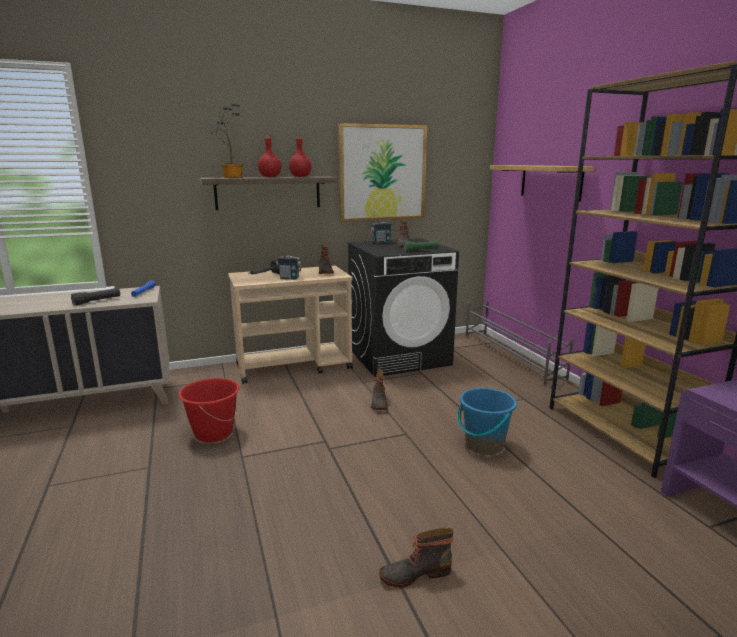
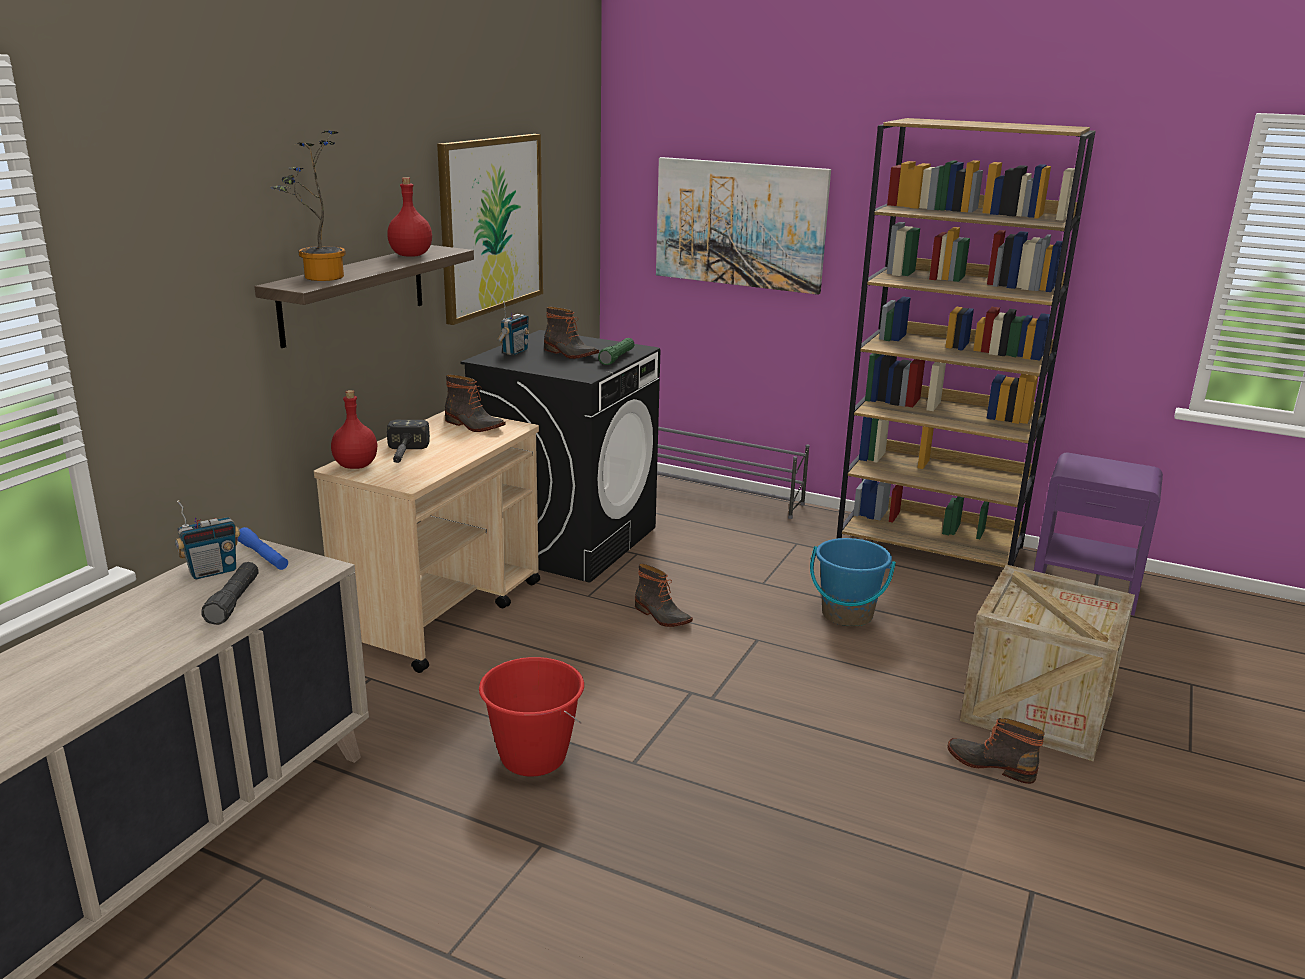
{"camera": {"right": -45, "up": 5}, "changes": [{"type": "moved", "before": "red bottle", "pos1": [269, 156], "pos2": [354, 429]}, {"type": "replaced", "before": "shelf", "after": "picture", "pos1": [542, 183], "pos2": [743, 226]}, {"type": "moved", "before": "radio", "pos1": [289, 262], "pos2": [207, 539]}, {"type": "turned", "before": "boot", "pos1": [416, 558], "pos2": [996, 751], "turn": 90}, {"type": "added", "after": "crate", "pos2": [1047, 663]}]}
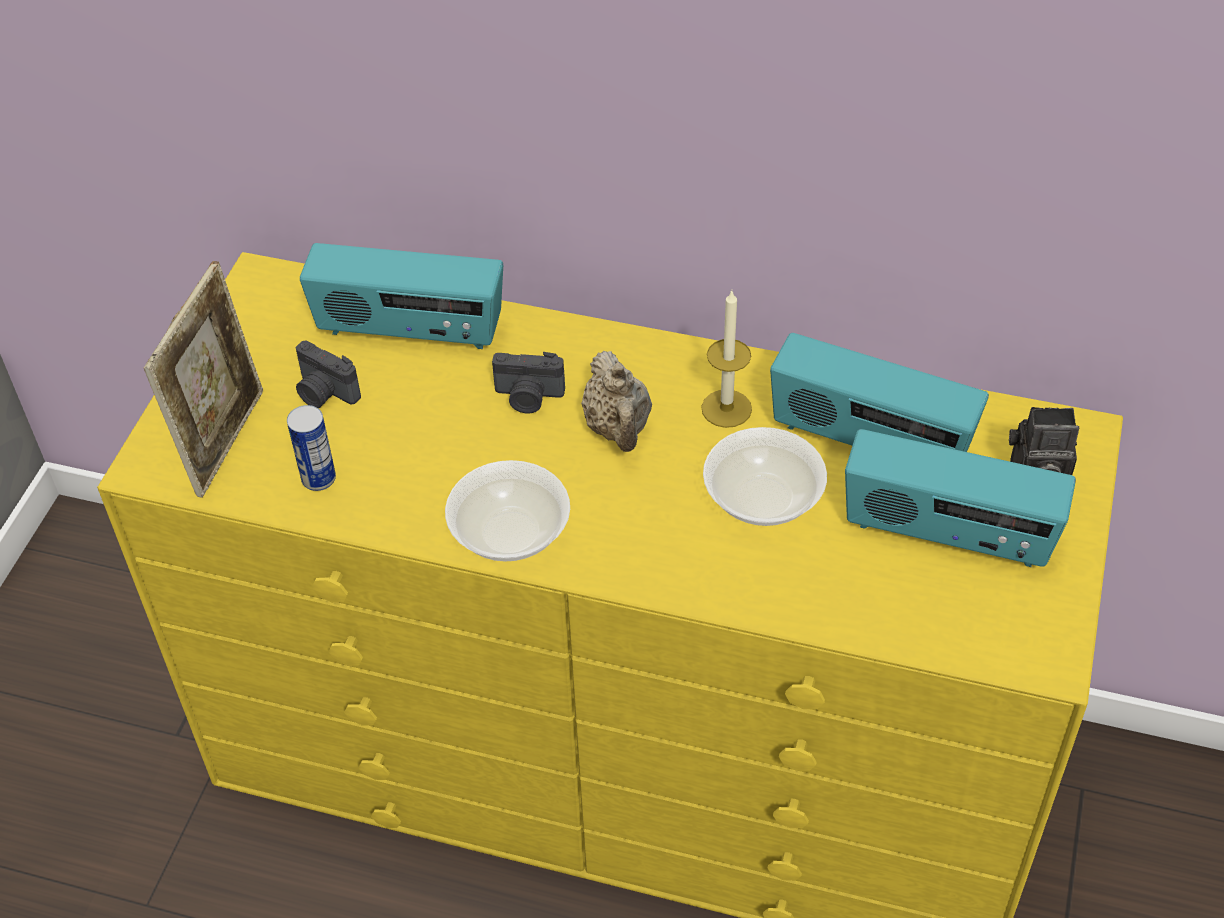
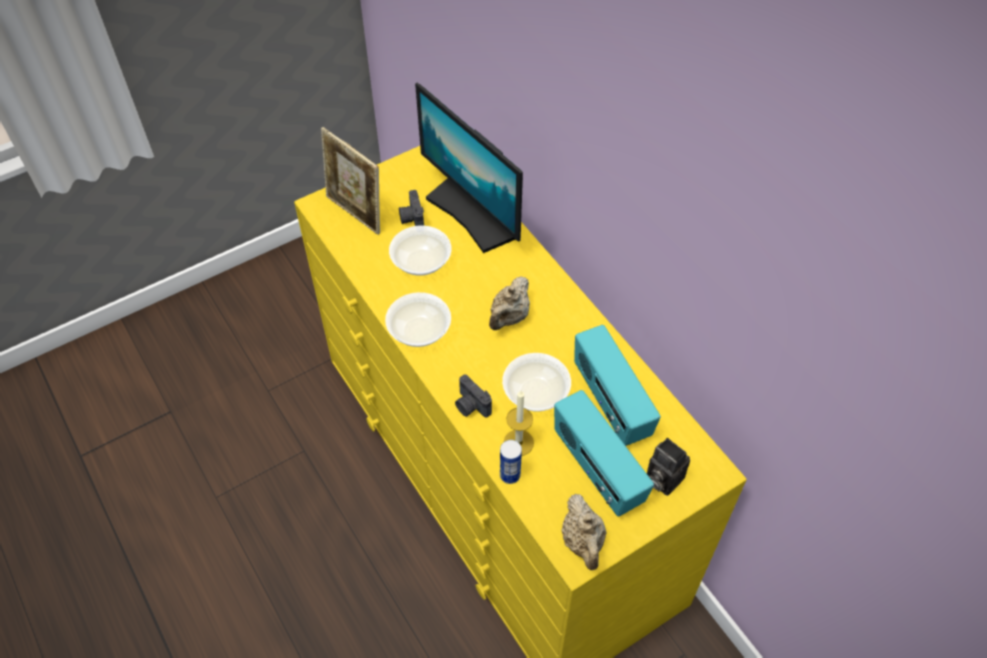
{"camera": {"right": 40, "up": 5}, "changes": [{"type": "replaced", "before": "radio", "after": "monitor", "pos1": [401, 296], "pos2": [469, 168]}, {"type": "turned", "before": "picture frame", "pos1": [203, 379], "pos2": [350, 181], "turn": 75}, {"type": "moved", "before": "candle", "pos1": [726, 359], "pos2": [519, 423]}, {"type": "moved", "before": "photo camera", "pos1": [528, 382], "pos2": [473, 396]}, {"type": "moved", "before": "can", "pos1": [311, 448], "pos2": [511, 462]}, {"type": "added", "after": "bowl", "pos2": [420, 250]}, {"type": "added", "after": "beige teapot", "pos2": [584, 532]}]}
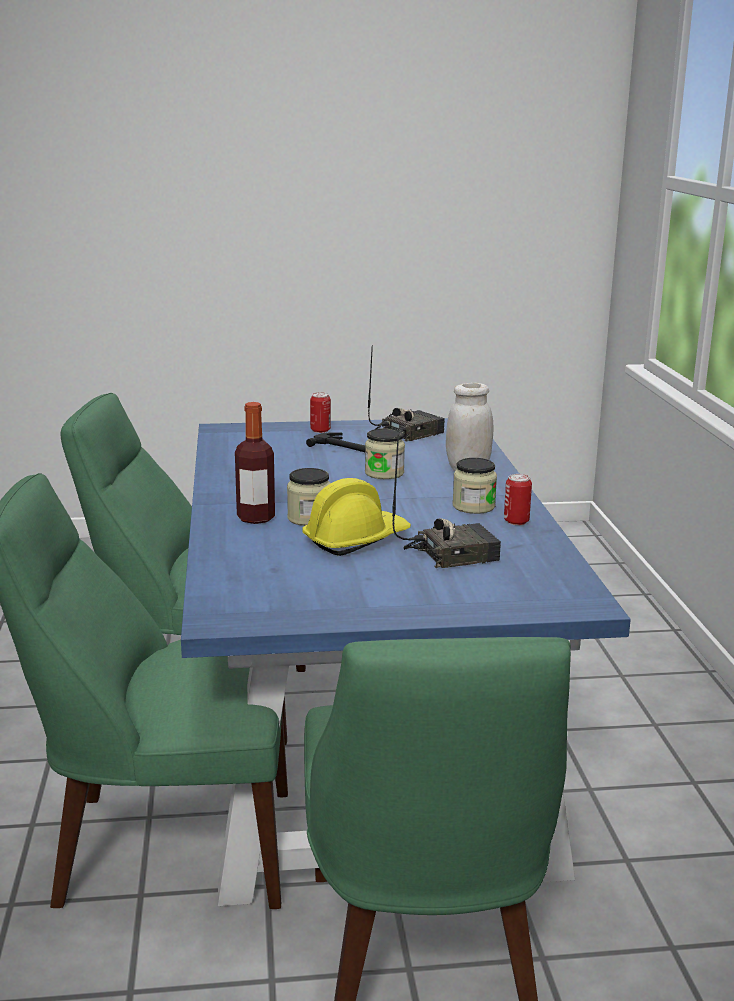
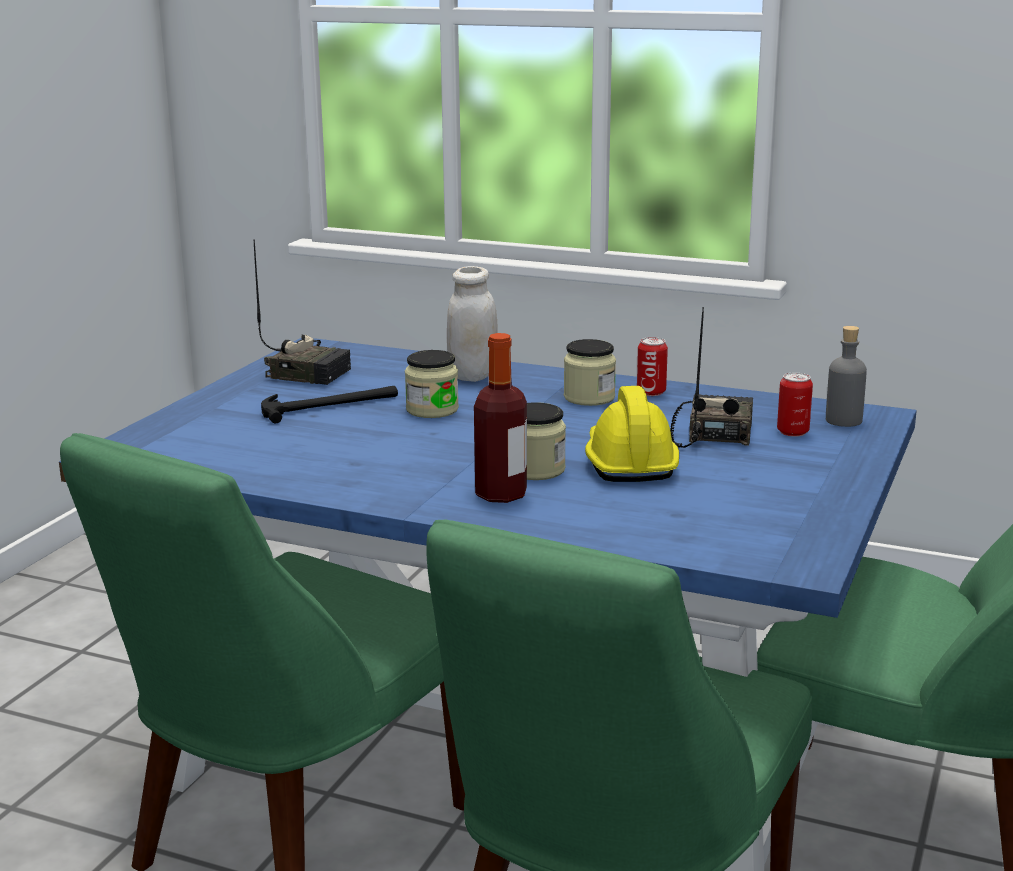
{"camera": {"right": -60, "up": 0}, "changes": [{"type": "turned", "before": "radio", "pos1": [406, 393], "pos2": [302, 312], "turn": 120}, {"type": "moved", "before": "can", "pos1": [320, 412], "pos2": [795, 405]}, {"type": "added", "after": "grey bottle", "pos2": [846, 376]}]}
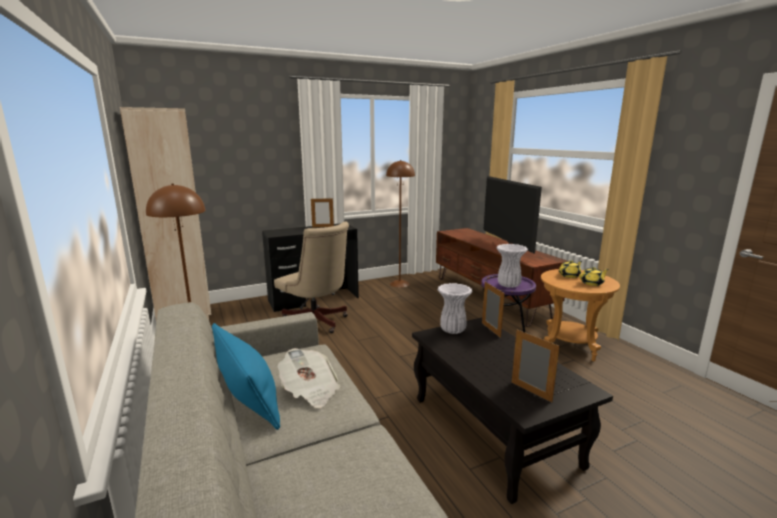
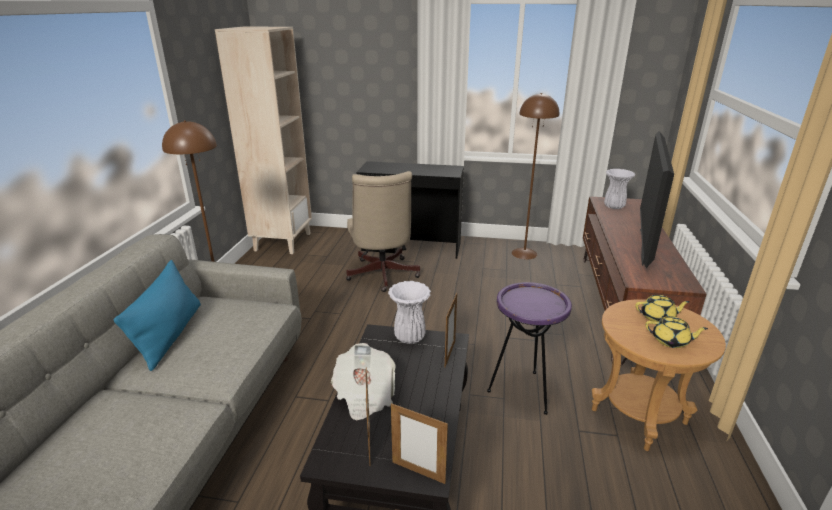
{"camera": {"right": 35, "up": 10}, "changes": [{"type": "moved", "before": "picture frame", "pos1": [322, 212], "pos2": [419, 443]}, {"type": "moved", "before": "white vase", "pos1": [512, 266], "pos2": [619, 189]}, {"type": "moved", "before": "newspaper", "pos1": [309, 378], "pos2": [363, 381]}]}
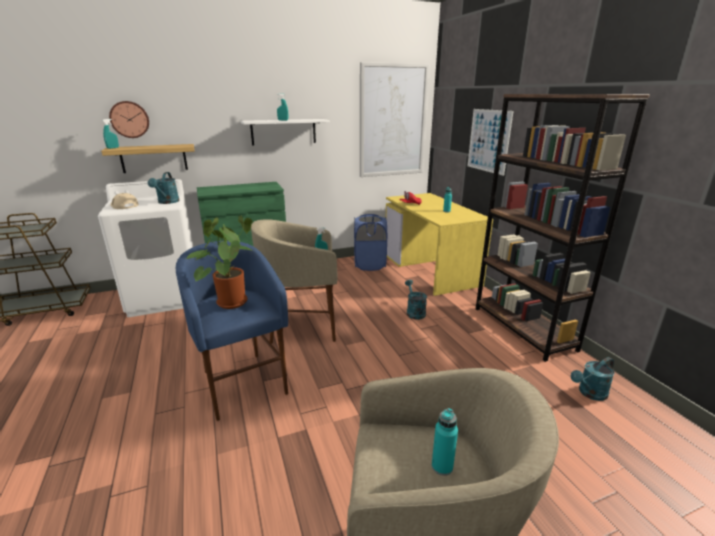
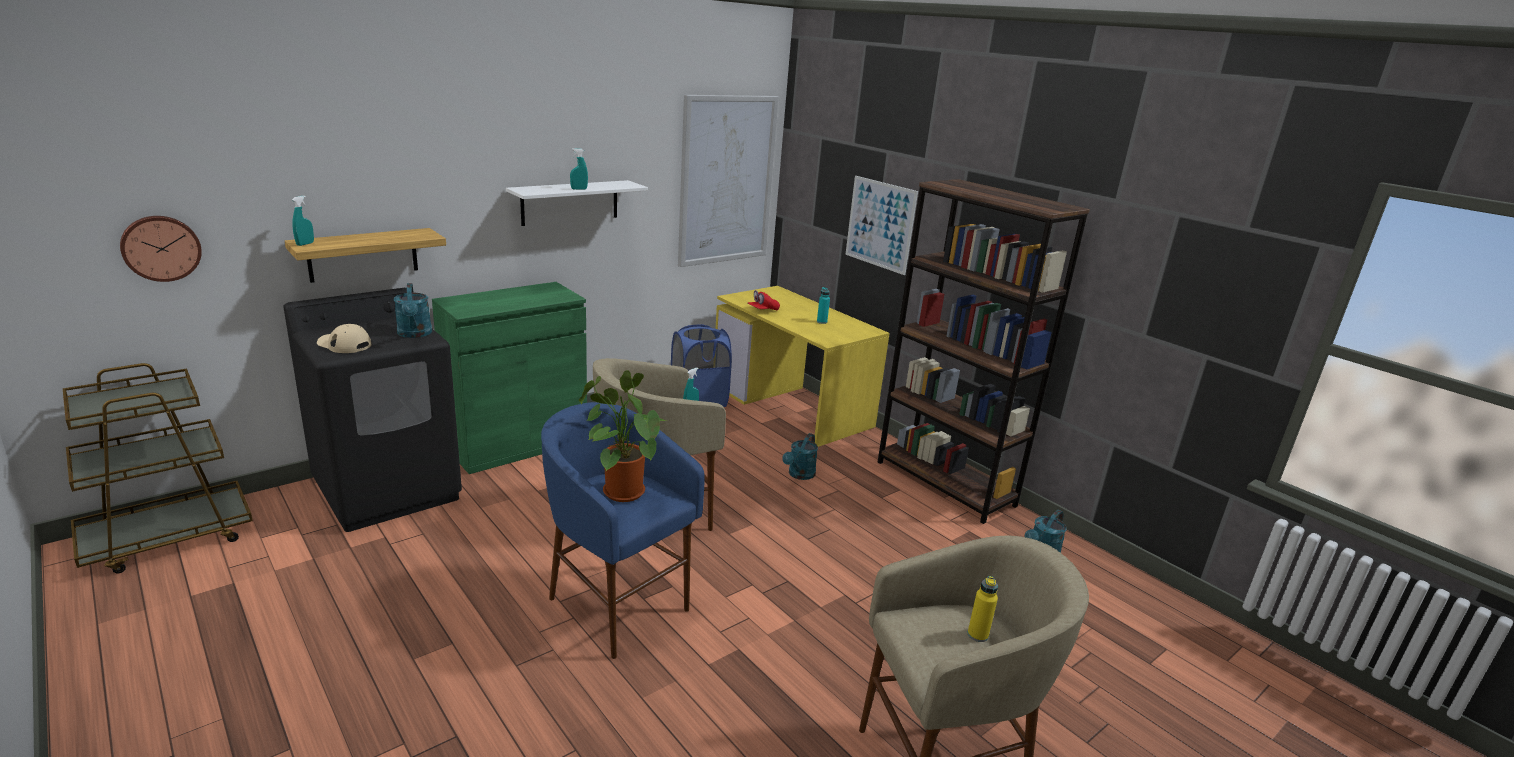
{"camera": {"right": -20, "up": 0}, "changes": [{"type": "moved", "before": "wall clock", "pos1": [129, 119], "pos2": [161, 249]}, {"type": "recoloured", "before": "white washing machine", "after": "black washing machine", "pos1": [145, 248], "pos2": [372, 410]}, {"type": "turned", "before": "turquoise watering can", "pos1": [416, 300], "pos2": [800, 456], "turn": -120}, {"type": "recoloured", "before": "turquoise bottle", "after": "yellow bottle", "pos1": [445, 442], "pos2": [983, 609]}]}
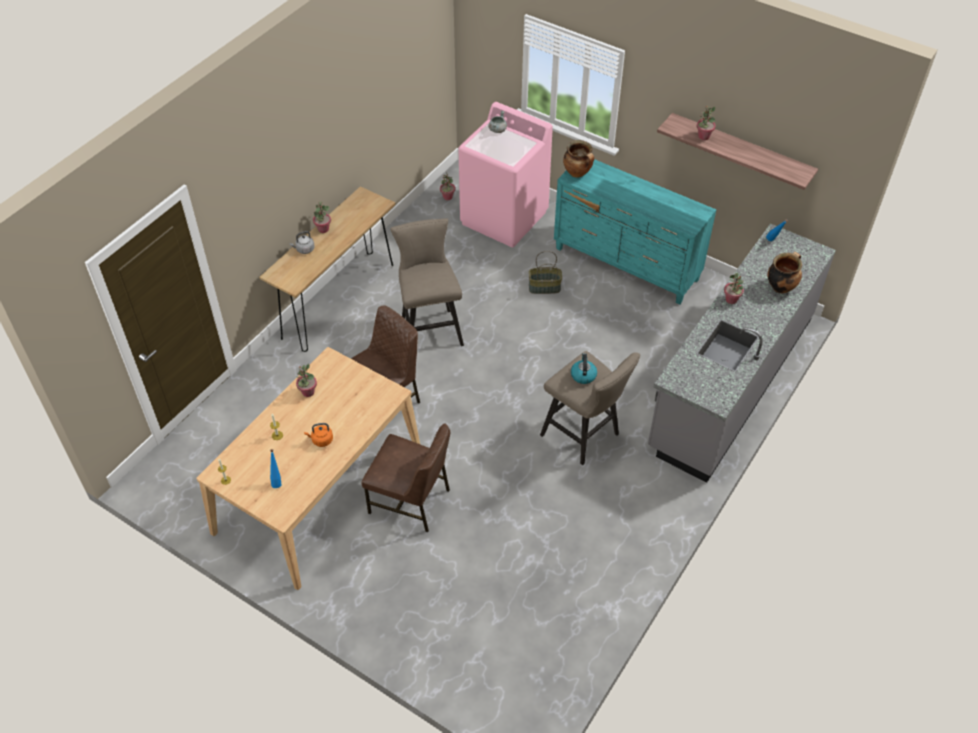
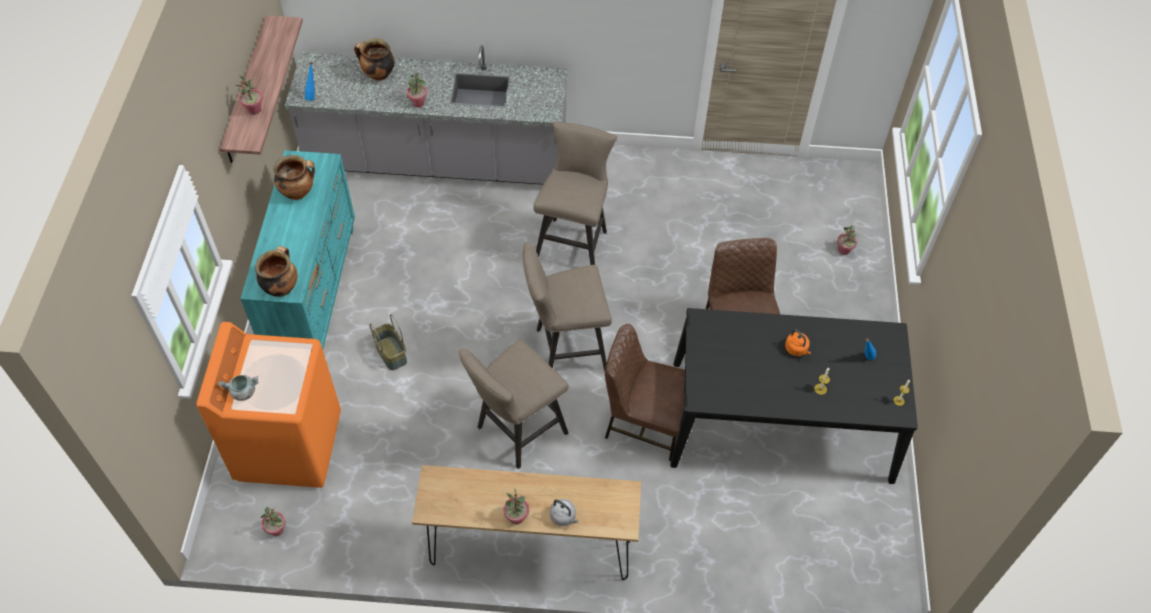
{"camera": {"right": -120, "up": 5}, "changes": [{"type": "recoloured", "before": "pink washing machine", "after": "orange washing machine", "pos1": [505, 174], "pos2": [269, 405]}, {"type": "recoloured", "before": "beige dining table", "after": "black dining table", "pos1": [308, 468], "pos2": [794, 396]}, {"type": "removed", "before": "kettle", "pos1": [584, 368]}, {"type": "moved", "before": "potted plant", "pos1": [306, 380], "pos2": [847, 240]}, {"type": "added", "after": "cooking pot", "pos2": [294, 177]}, {"type": "added", "after": "beige stool", "pos2": [567, 306]}]}
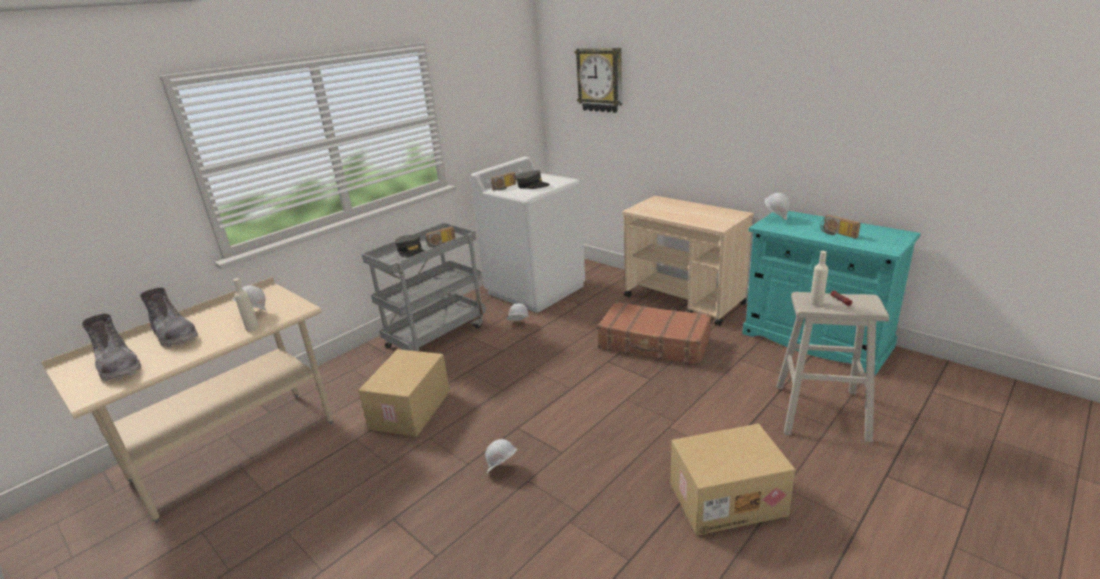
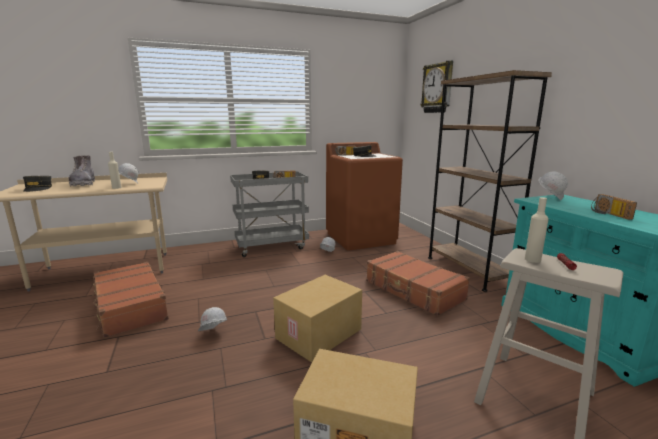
{"camera": {"right": 25, "up": -10}, "changes": [{"type": "recoloured", "before": "white washing machine", "after": "brown washing machine", "pos1": [527, 235], "pos2": [364, 196]}, {"type": "replaced", "before": "beige cart", "after": "brown bookcase", "pos1": [688, 261], "pos2": [490, 181]}, {"type": "replaced", "before": "grey boot", "after": "grey cap", "pos1": [111, 347], "pos2": [37, 184]}, {"type": "moved", "before": "cardboard box", "pos1": [404, 393], "pos2": [317, 318]}, {"type": "added", "after": "brown suitcase", "pos2": [130, 300]}]}
